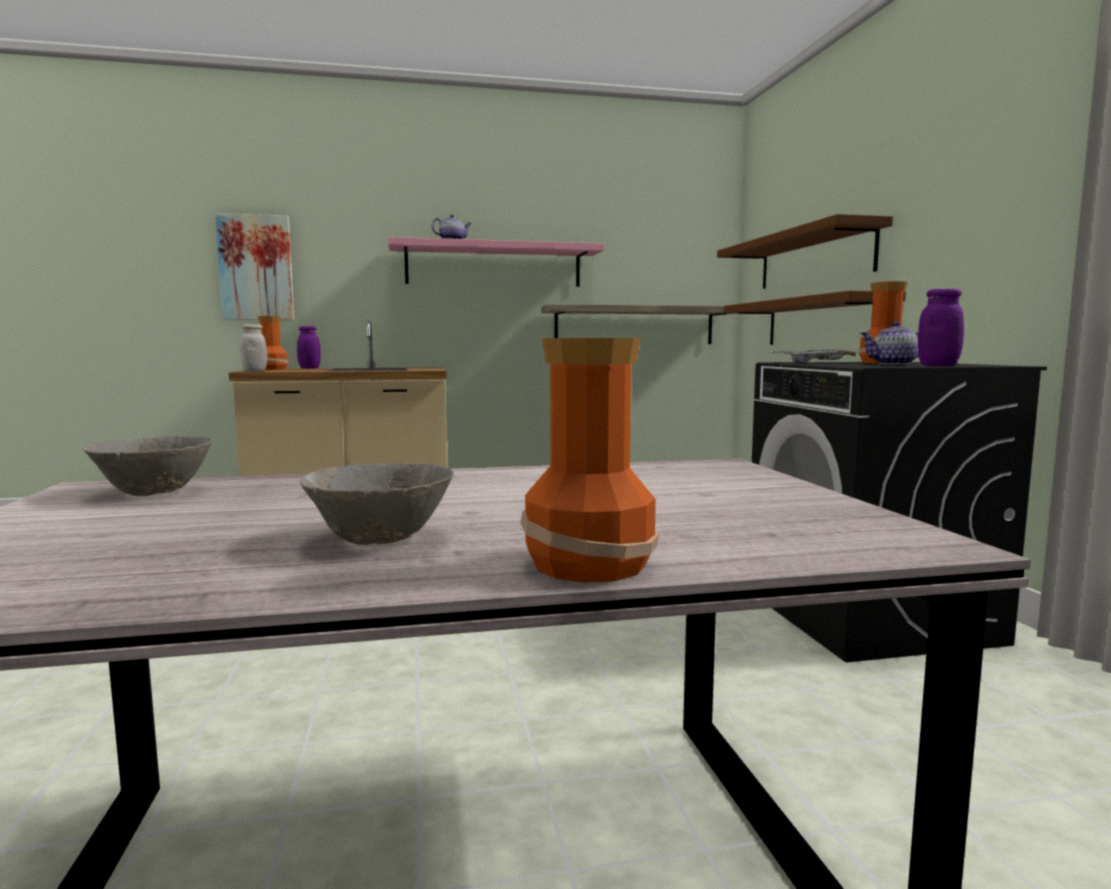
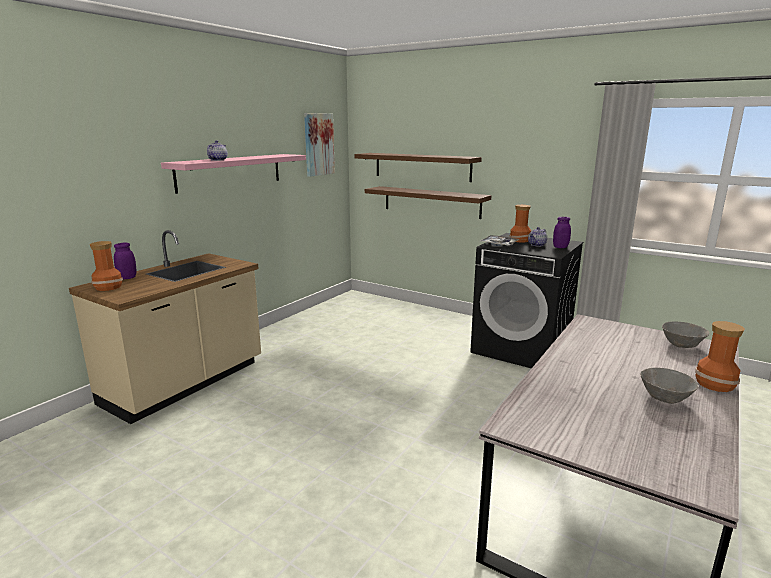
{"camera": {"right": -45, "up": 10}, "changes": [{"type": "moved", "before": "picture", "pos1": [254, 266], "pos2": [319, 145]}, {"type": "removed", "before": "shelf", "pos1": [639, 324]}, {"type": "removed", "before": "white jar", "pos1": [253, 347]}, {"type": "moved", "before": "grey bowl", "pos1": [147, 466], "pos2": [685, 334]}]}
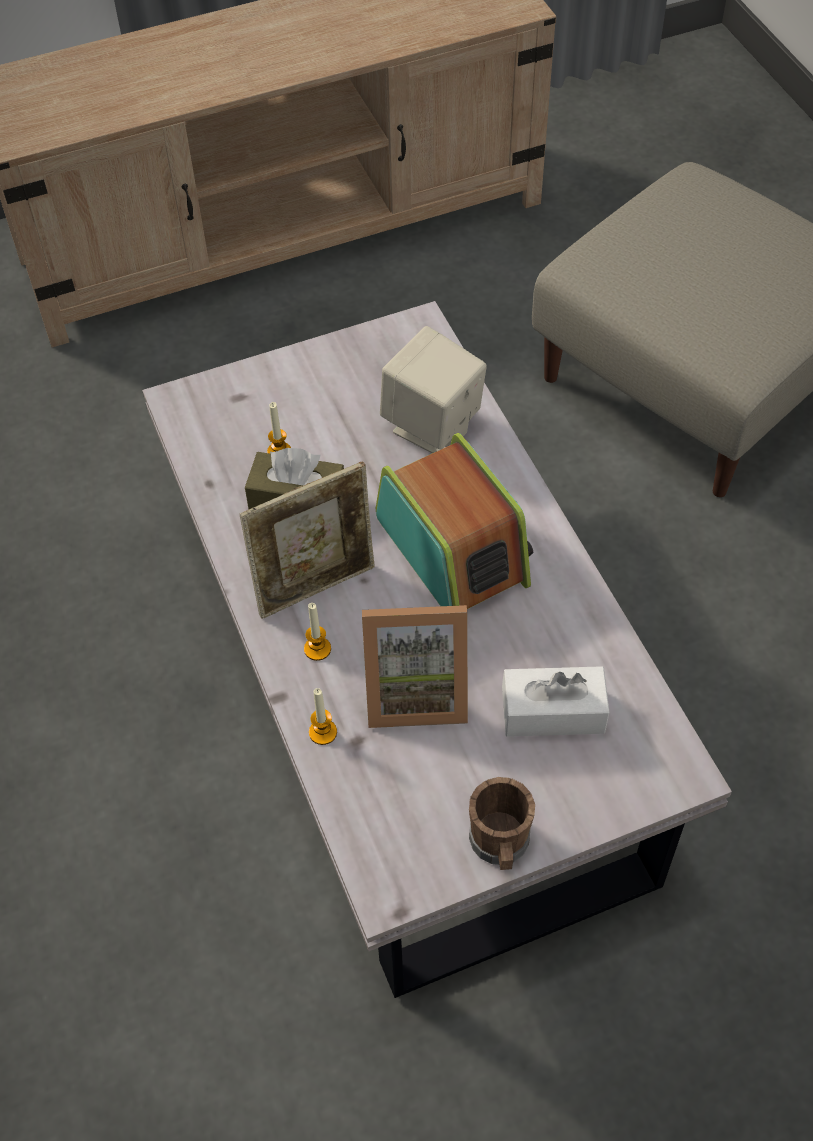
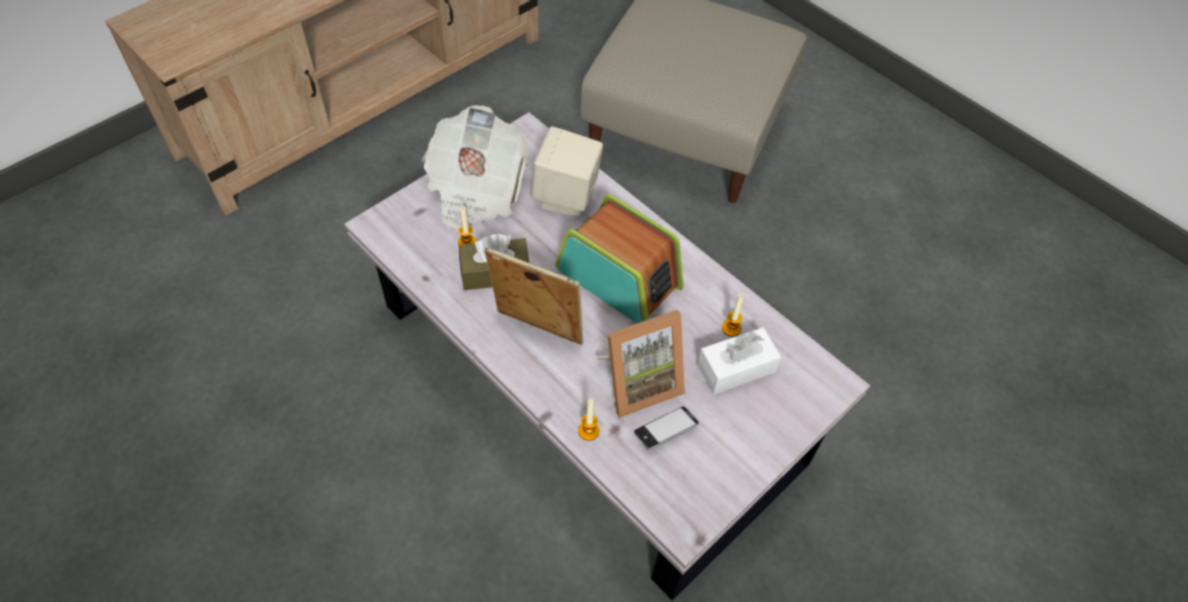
{"camera": {"right": -25, "up": 0}, "changes": [{"type": "turned", "before": "picture frame", "pos1": [307, 540], "pos2": [533, 296], "turn": -105}, {"type": "moved", "before": "candle", "pos1": [317, 632], "pos2": [733, 315]}, {"type": "removed", "before": "brown mug", "pos1": [502, 823]}, {"type": "added", "after": "newspaper", "pos2": [475, 166]}, {"type": "added", "after": "phone", "pos2": [666, 428]}]}
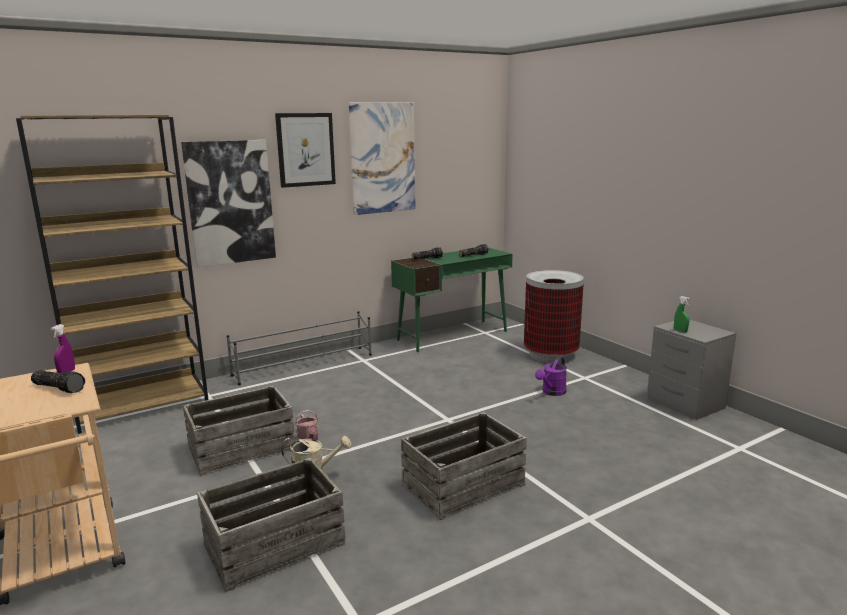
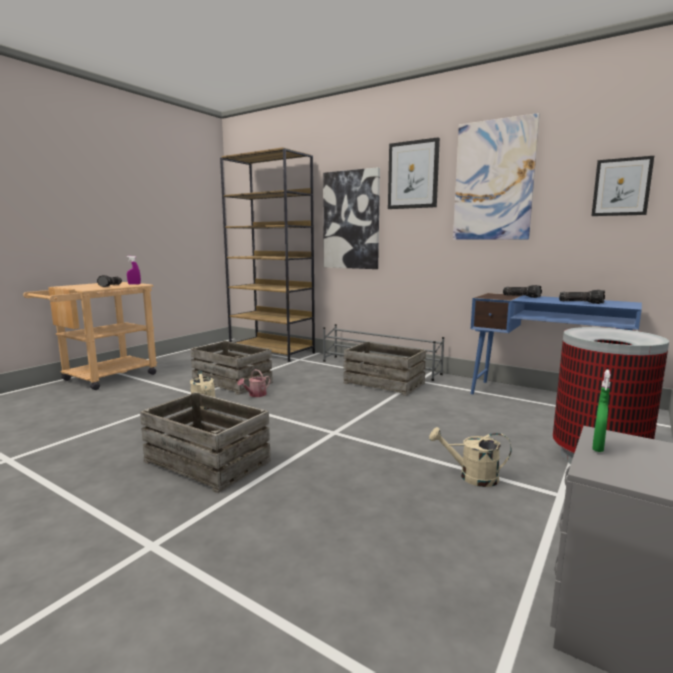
{"camera": {"right": 65, "up": -5}, "changes": [{"type": "recoloured", "before": "green desk", "after": "blue desk", "pos1": [451, 300], "pos2": [556, 343]}, {"type": "recoloured", "before": "purple watering can", "after": "beige watering can", "pos1": [551, 376], "pos2": [470, 457]}, {"type": "moved", "before": "crate", "pos1": [271, 525], "pos2": [385, 368]}, {"type": "added", "after": "picture", "pos2": [622, 186]}]}
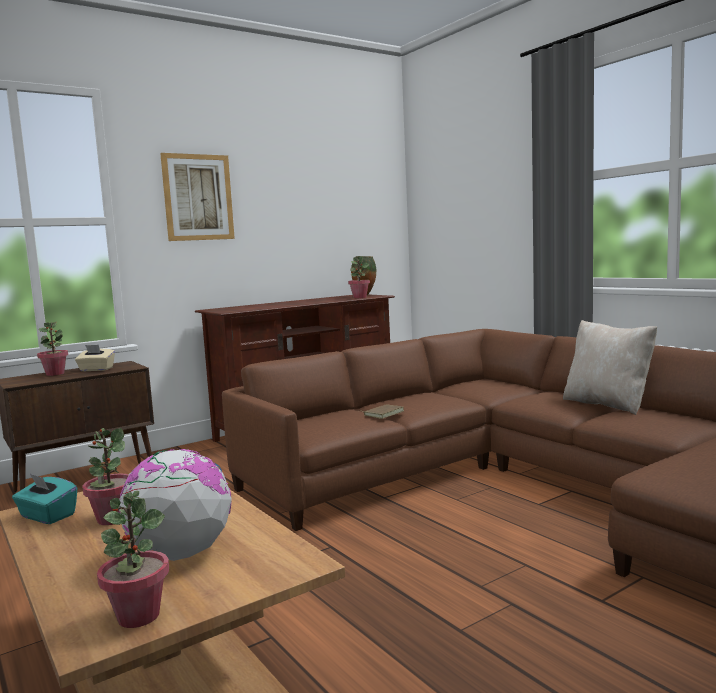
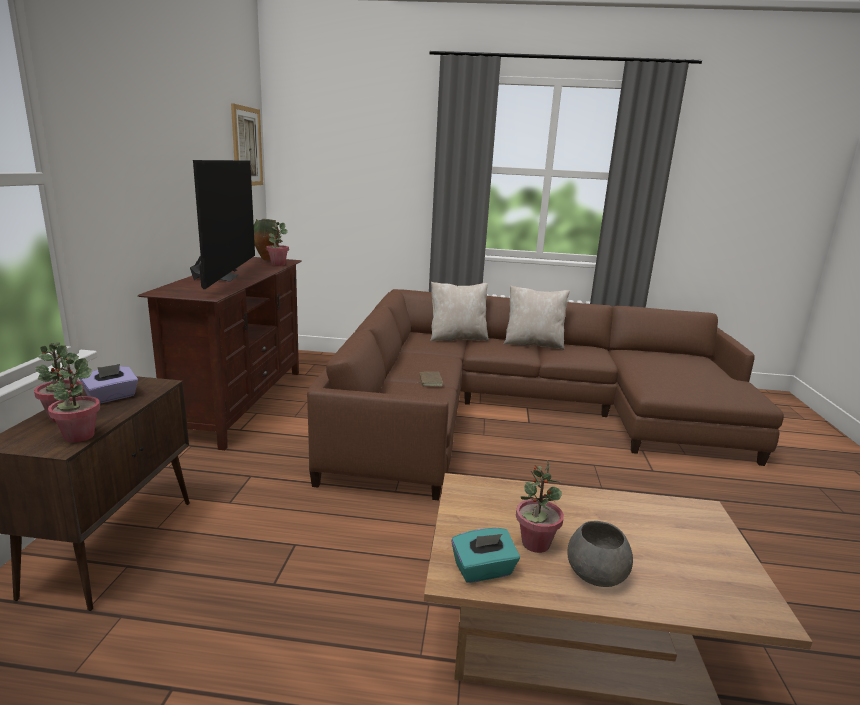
{"camera": {"right": -50, "up": 10}, "changes": [{"type": "moved", "before": "picture", "pos1": [197, 197], "pos2": [247, 144]}, {"type": "recoloured", "before": "beige tissue box", "after": "purple tissue box", "pos1": [95, 358], "pos2": [109, 384]}, {"type": "removed", "before": "globe", "pos1": [175, 504]}, {"type": "moved", "before": "potted plant", "pos1": [133, 559], "pos2": [74, 400]}, {"type": "added", "after": "television", "pos2": [222, 224]}, {"type": "added", "after": "beige pillow", "pos2": [459, 311]}, {"type": "added", "after": "grey bowl", "pos2": [600, 554]}]}
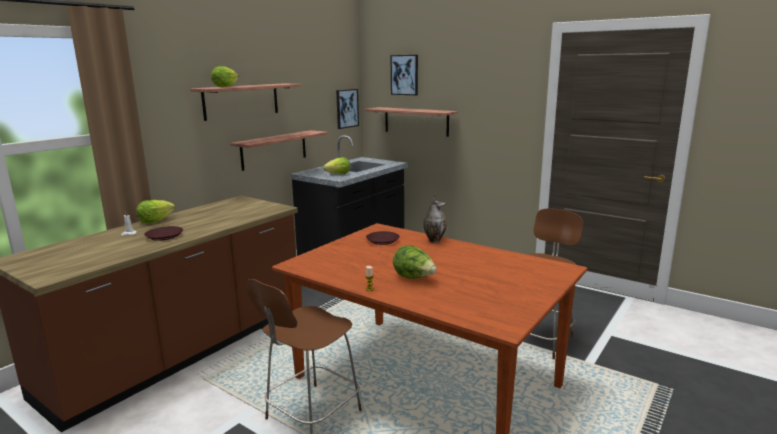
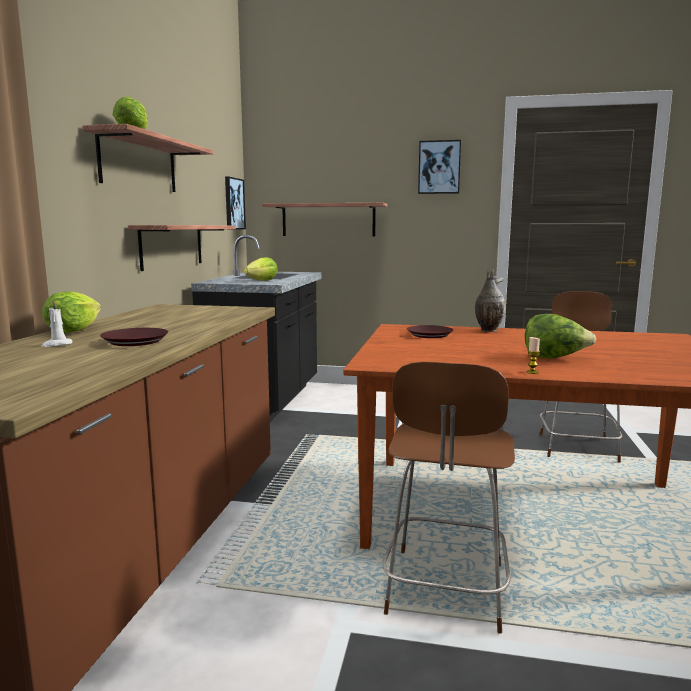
{"camera": {"right": -25, "up": -5}, "changes": [{"type": "moved", "before": "picture", "pos1": [404, 75], "pos2": [439, 167]}]}
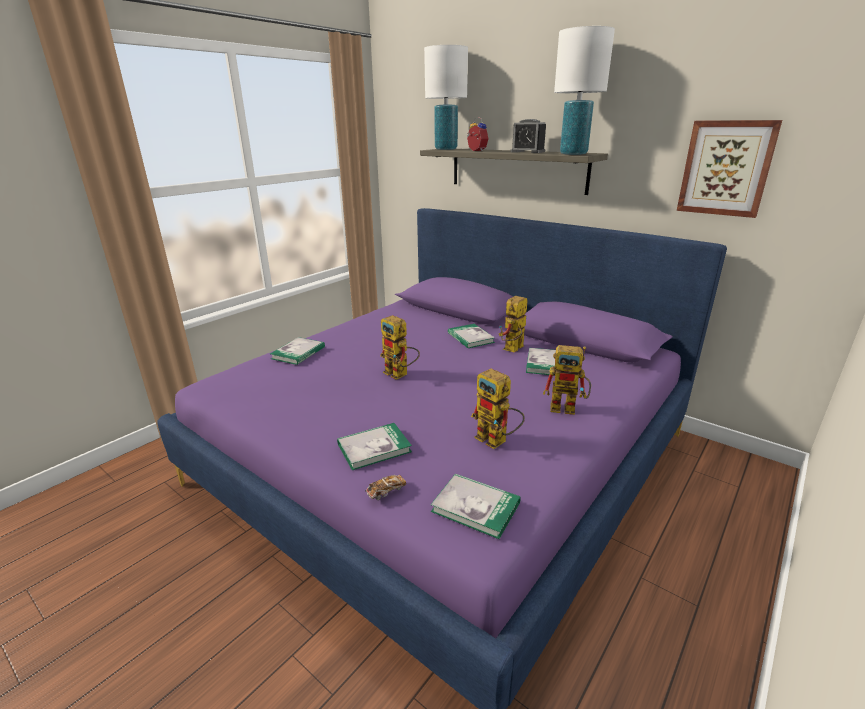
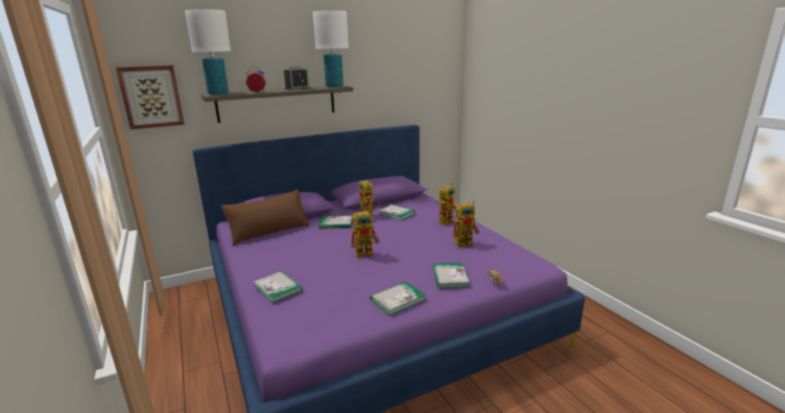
{"camera": {"right": -65, "up": -5}, "changes": [{"type": "moved", "before": "picture", "pos1": [729, 169], "pos2": [150, 97]}, {"type": "moved", "before": "book", "pos1": [476, 506], "pos2": [398, 299]}, {"type": "added", "after": "brown pillow", "pos2": [265, 217]}]}
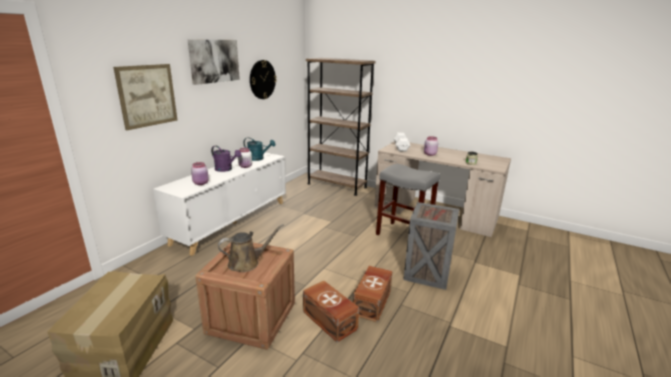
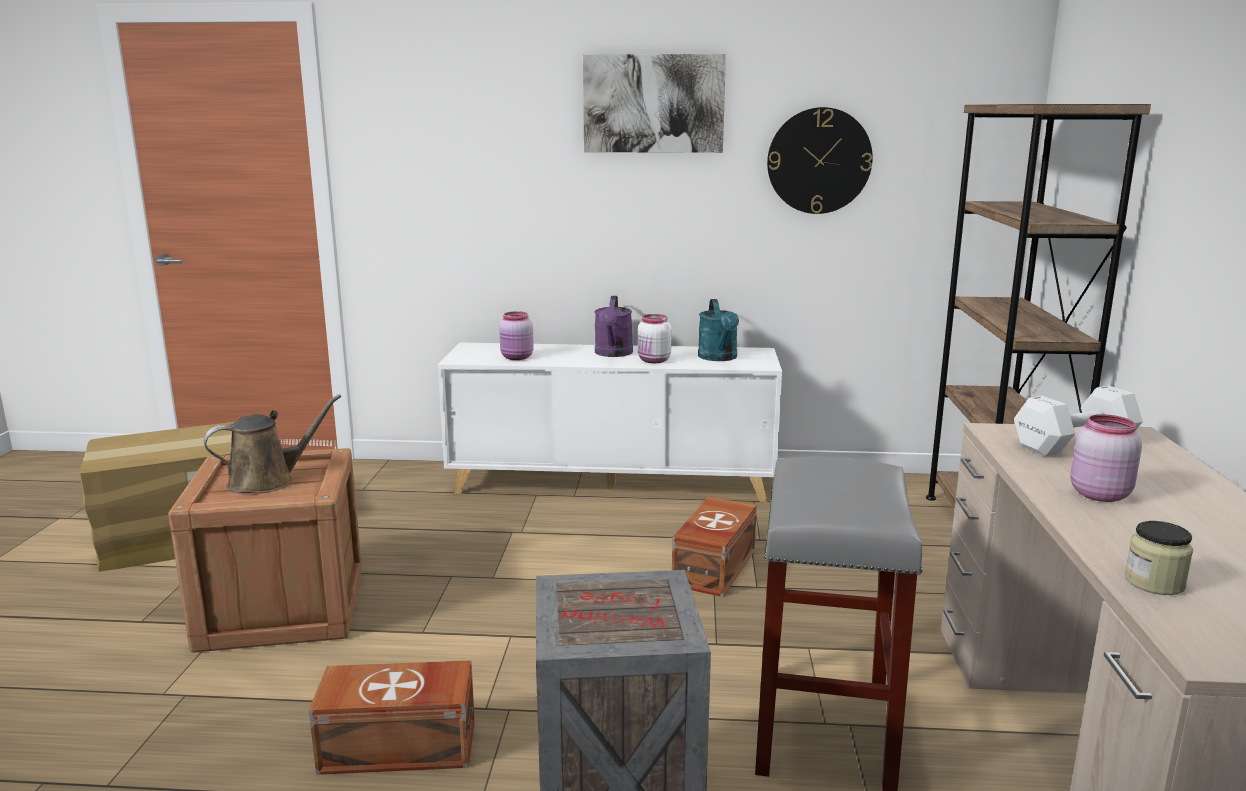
{"camera": {"right": 65, "up": -5}, "changes": [{"type": "removed", "before": "picture", "pos1": [145, 97]}, {"type": "turned", "before": "brown watering can", "pos1": [251, 248], "pos2": [272, 443], "turn": -75}, {"type": "moved", "before": "brown storage box", "pos1": [331, 311], "pos2": [714, 547]}]}
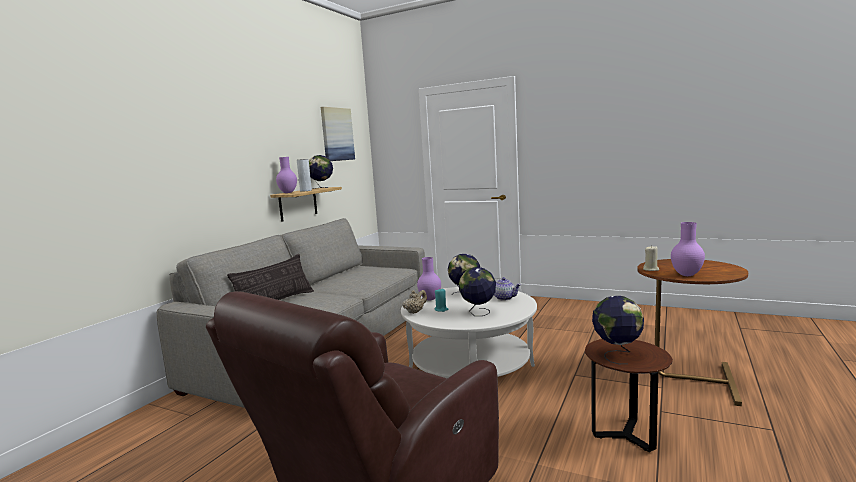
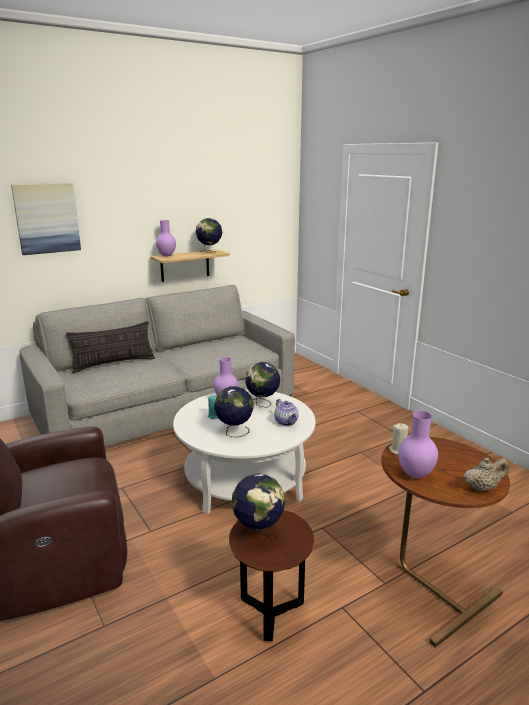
{"camera": {"right": 30, "up": 10}, "changes": [{"type": "moved", "before": "picture", "pos1": [338, 134], "pos2": [46, 219]}, {"type": "removed", "before": "grey vase", "pos1": [304, 175]}, {"type": "moved", "before": "beige teapot", "pos1": [414, 302], "pos2": [486, 474]}]}
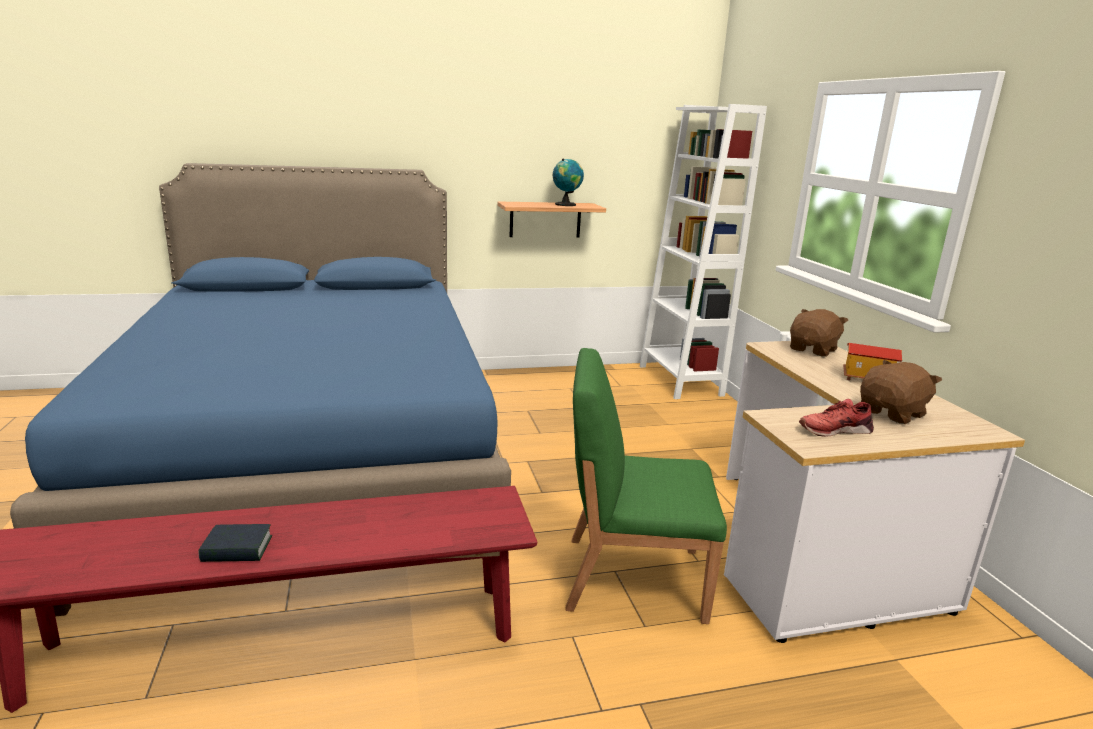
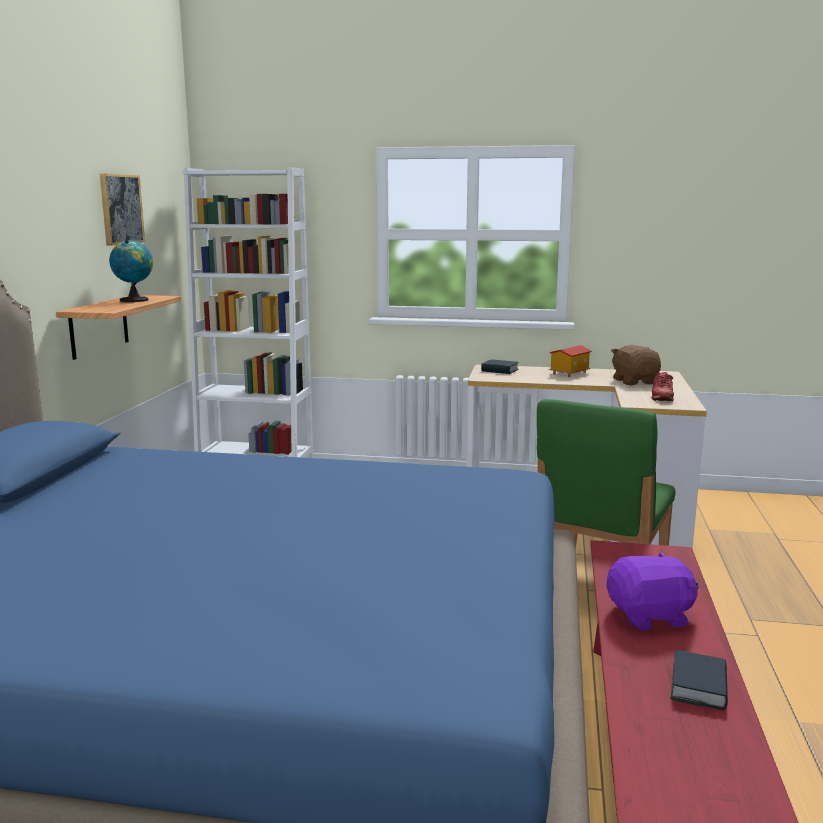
{"camera": {"right": -65, "up": -5}, "changes": [{"type": "replaced", "before": "brown plush toy", "after": "book", "pos1": [819, 333], "pos2": [500, 366]}, {"type": "added", "after": "picture", "pos2": [122, 209]}, {"type": "added", "after": "purple plush toy", "pos2": [652, 591]}]}
